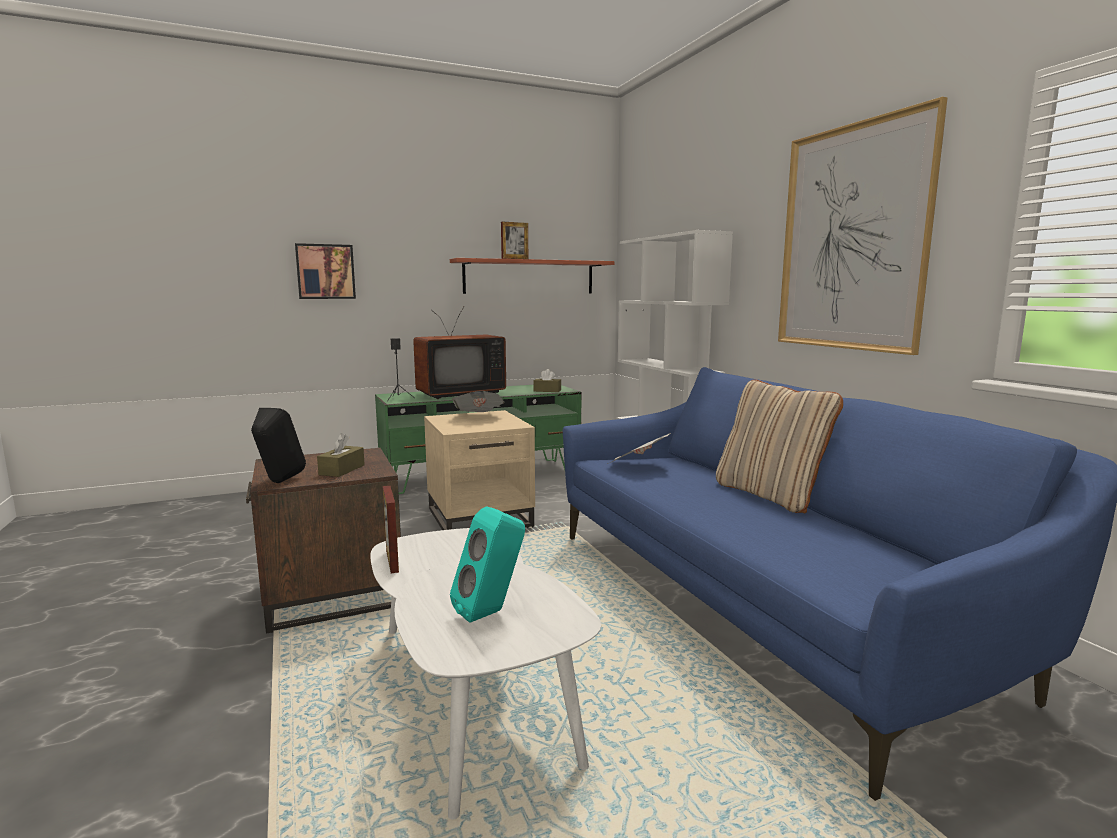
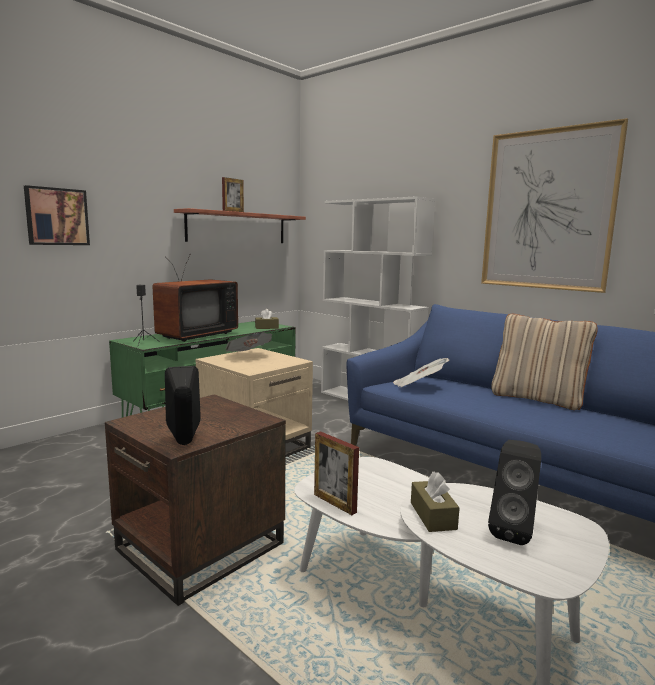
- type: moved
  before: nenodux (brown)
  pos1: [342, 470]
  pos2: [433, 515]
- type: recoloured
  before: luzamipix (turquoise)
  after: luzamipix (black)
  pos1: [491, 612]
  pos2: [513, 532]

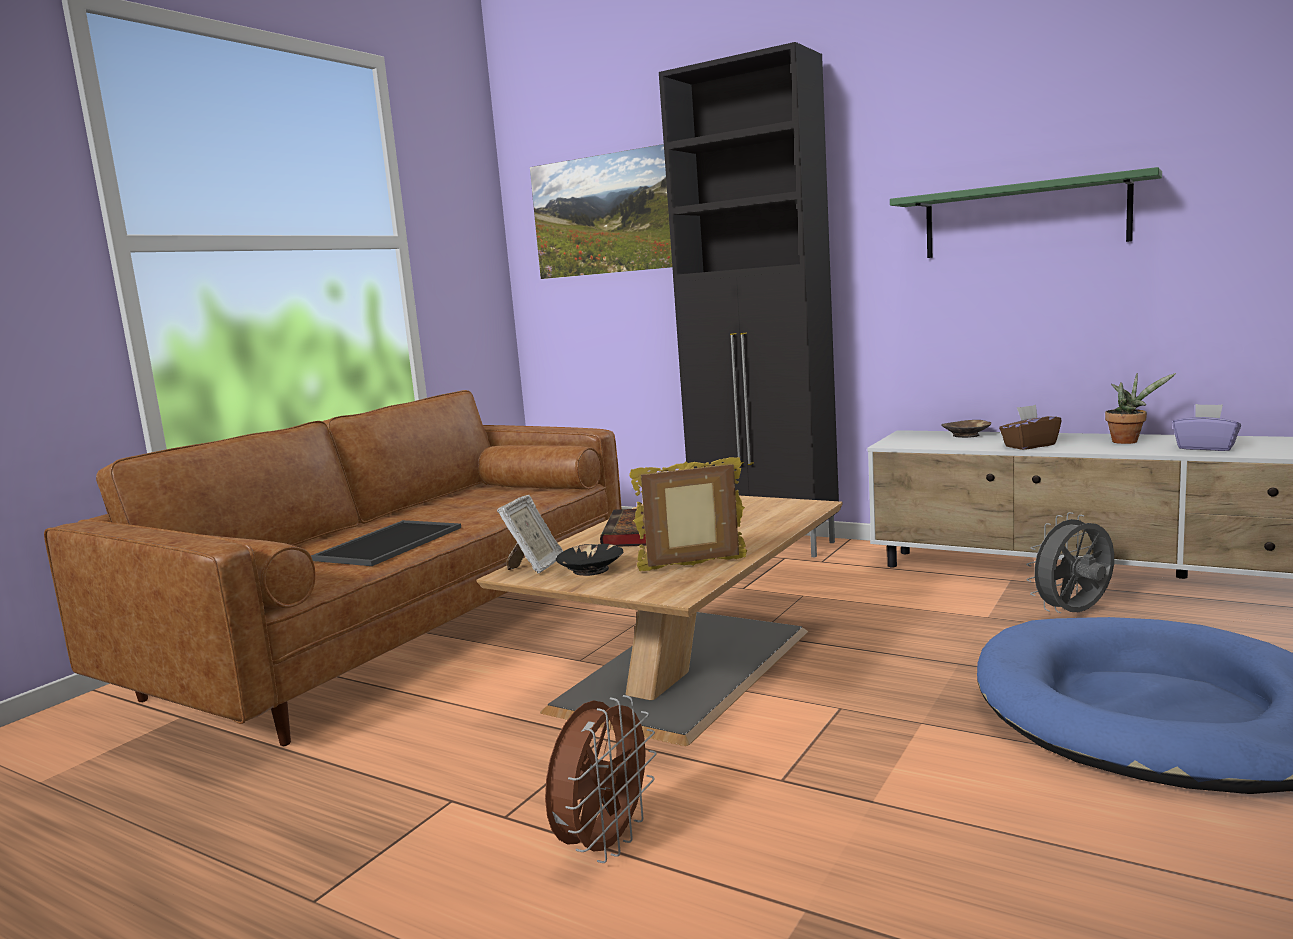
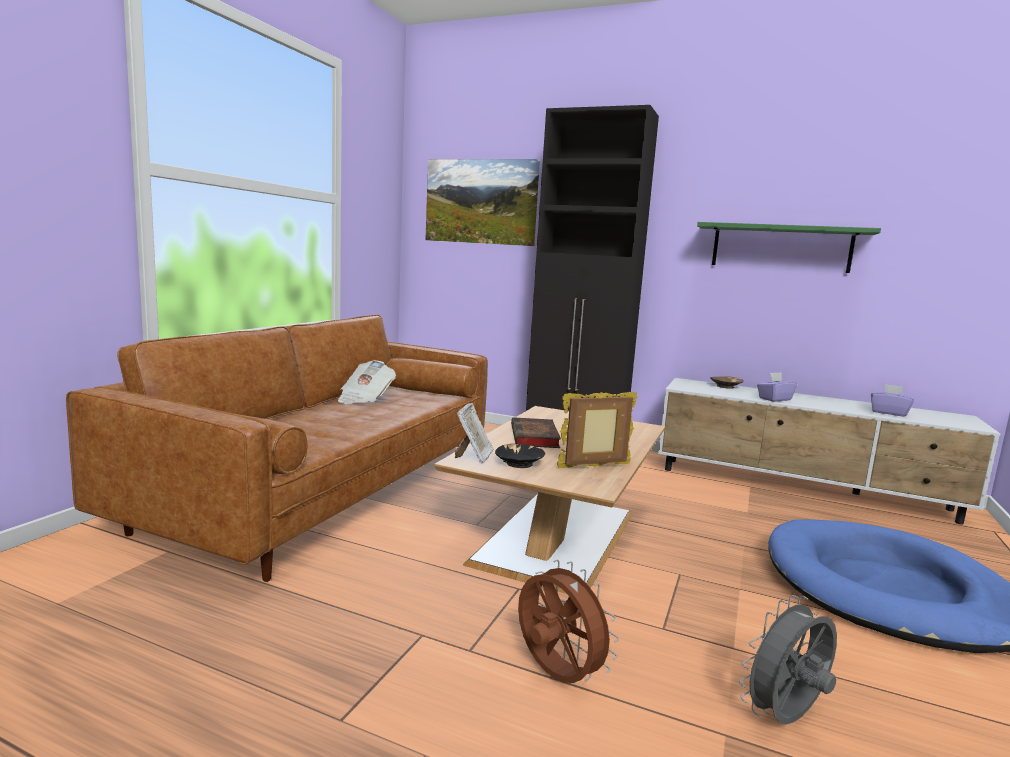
- type: removed
  before: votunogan
  pos1: [388, 543]
- type: turned
  before: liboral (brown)
  pos1: [604, 844]
  pos2: [556, 676]
  turn: -60
- type: recoloured
  before: nenodux (brown)
  after: nenodux (purple)
  pos1: [1029, 446]
  pos2: [774, 399]
- type: moved
  before: liboral (grey)
  pos1: [1074, 614]
  pos2: [785, 719]
- type: removed
  before: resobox
  pos1: [1128, 441]
- type: added
  after: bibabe
  pos2: [363, 398]

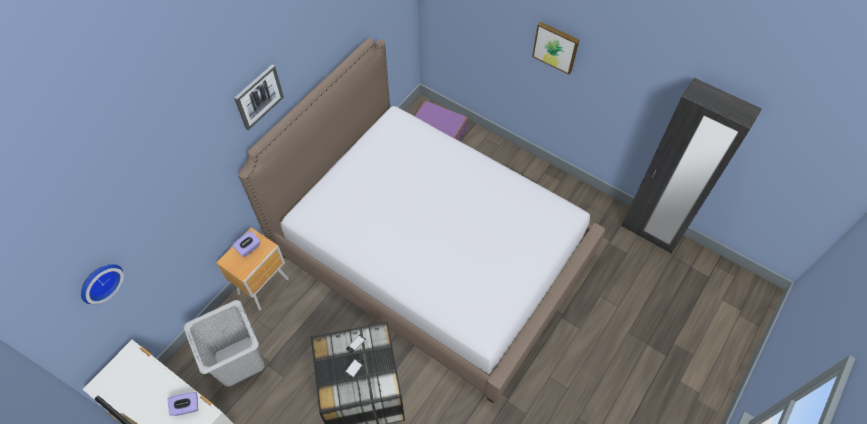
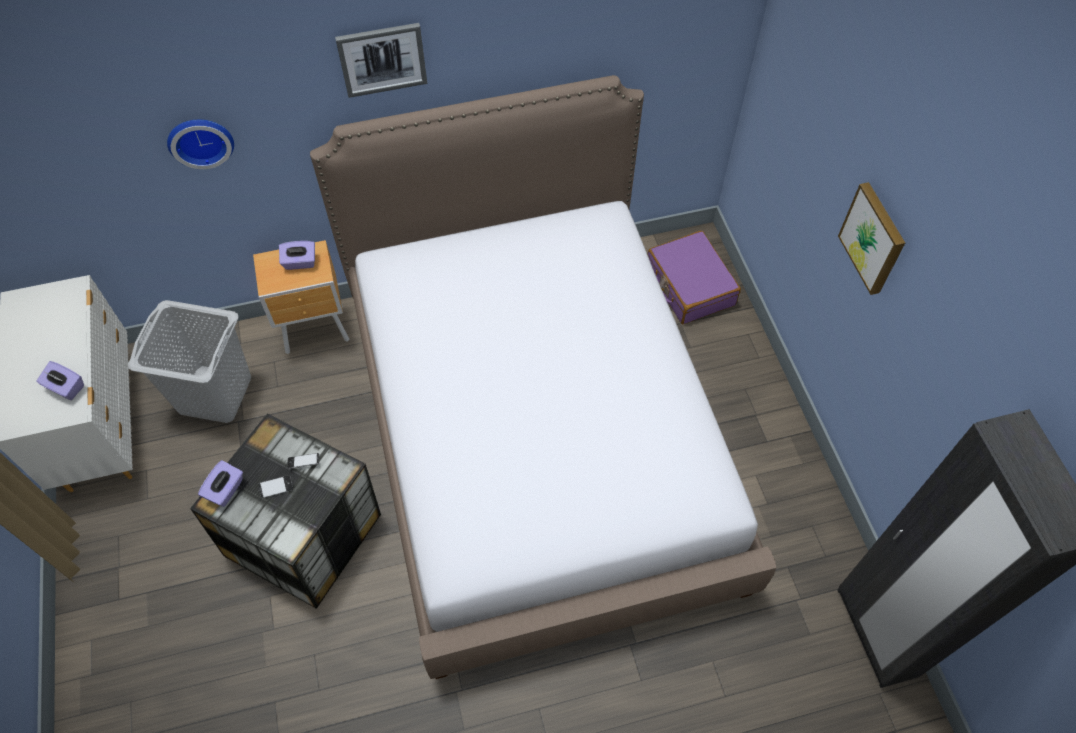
- type: moved
  before: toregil
  pos1: [99, 281]
  pos2: [200, 140]
- type: added
  after: nenodux (purple)
  pos2: [226, 490]

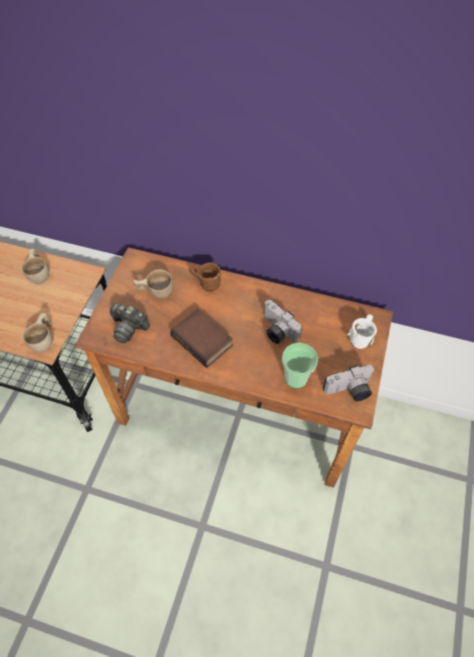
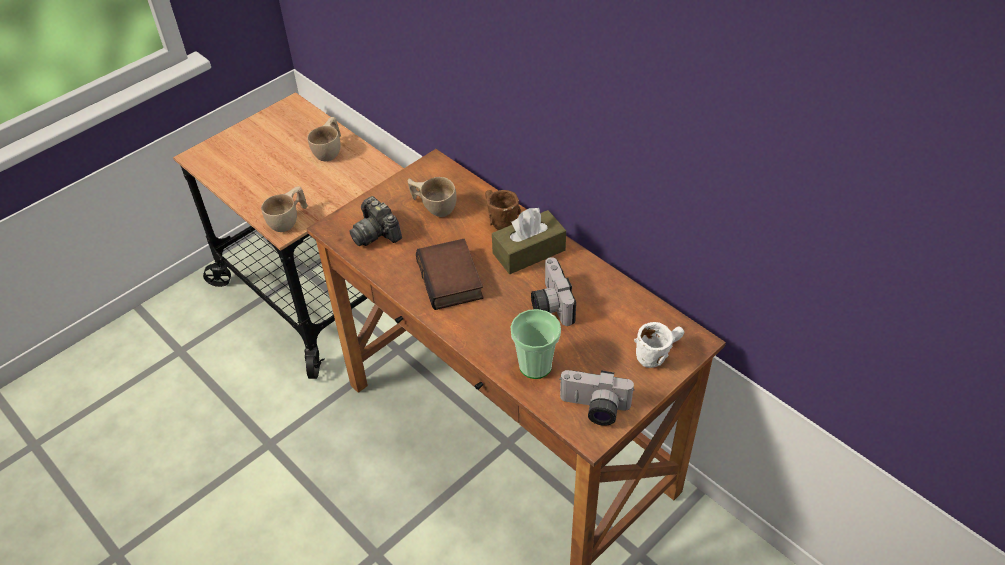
- type: added
  after: nenodux (brown)
  pos2: [529, 252]

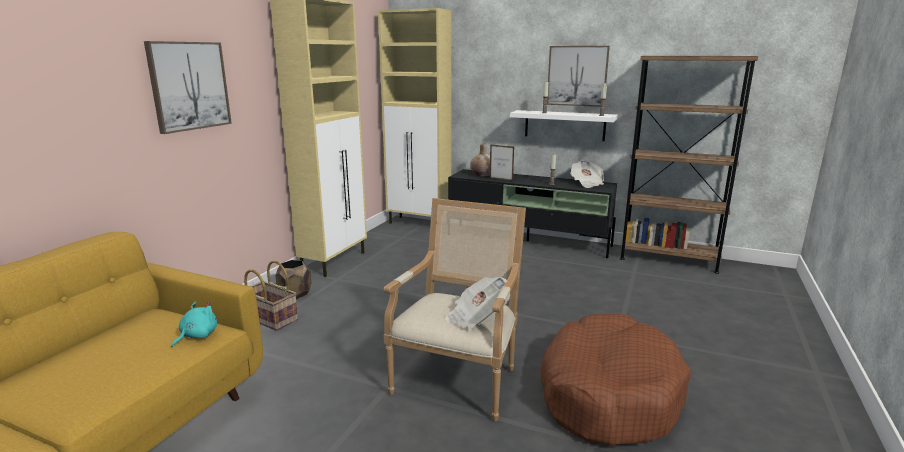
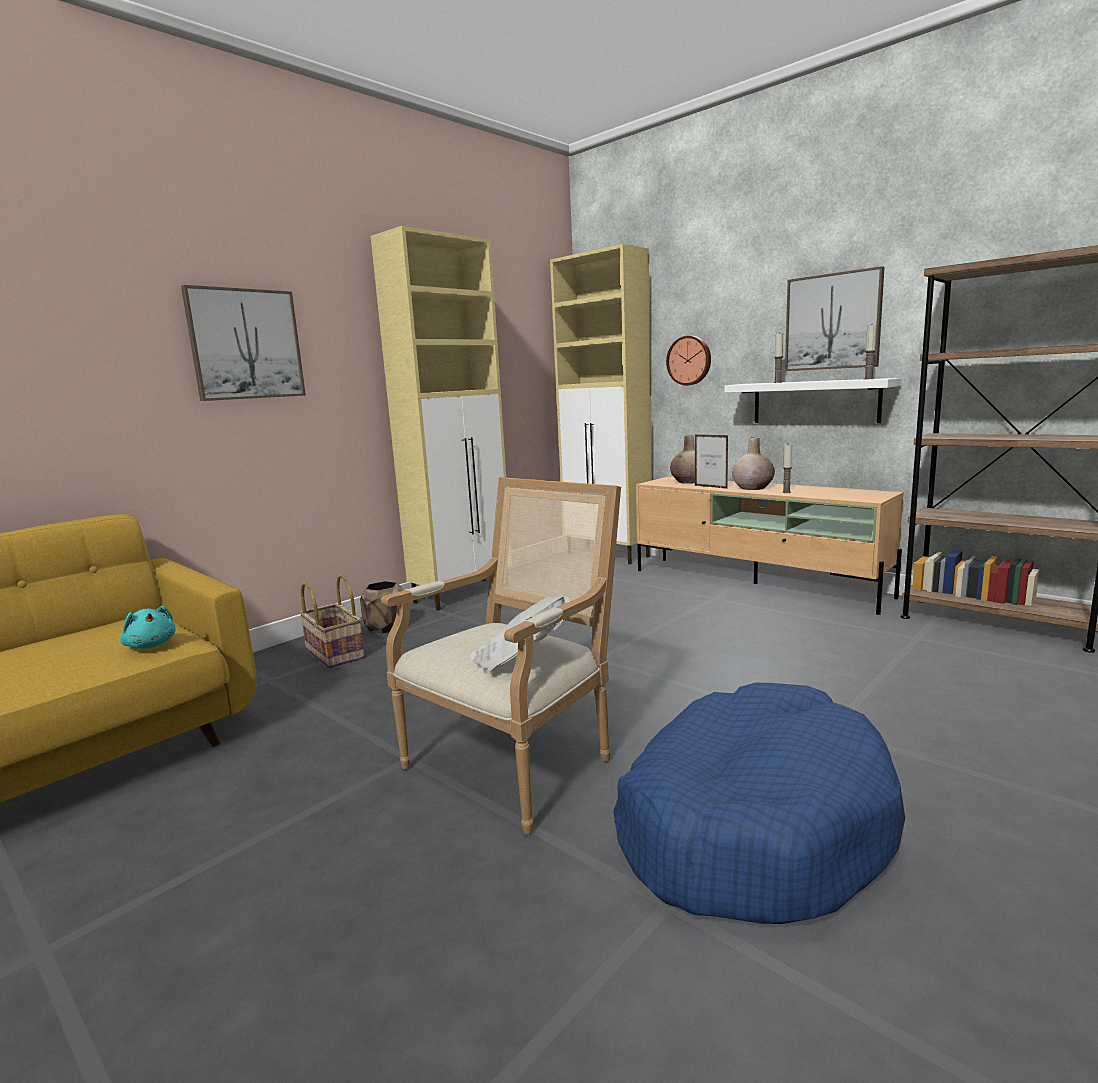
- type: turned
  before: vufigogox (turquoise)
  pos1: [197, 336]
  pos2: [151, 645]
  turn: 90
- type: recoloured
  before: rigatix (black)
  after: rigatix (beige)
  pos1: [528, 241]
  pos2: [756, 583]
- type: recoloured
  before: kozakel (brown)
  after: kozakel (blue)
  pos1: [608, 393]
  pos2: [752, 824]
- type: removed
  before: bibabe
  pos1: [586, 183]
- type: added
  after: toregil
  pos2: [689, 360]
- type: added
  after: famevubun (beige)
  pos2: [752, 488]

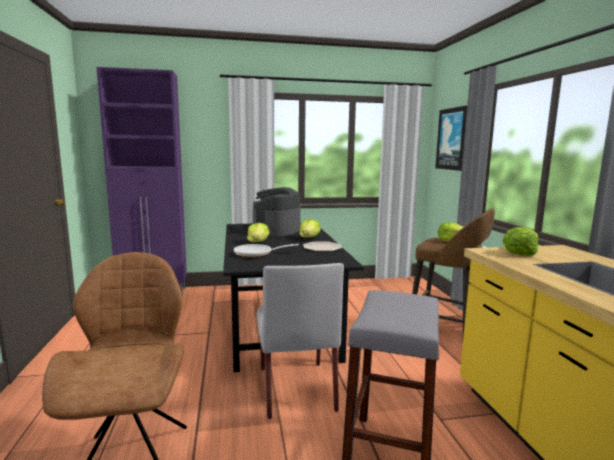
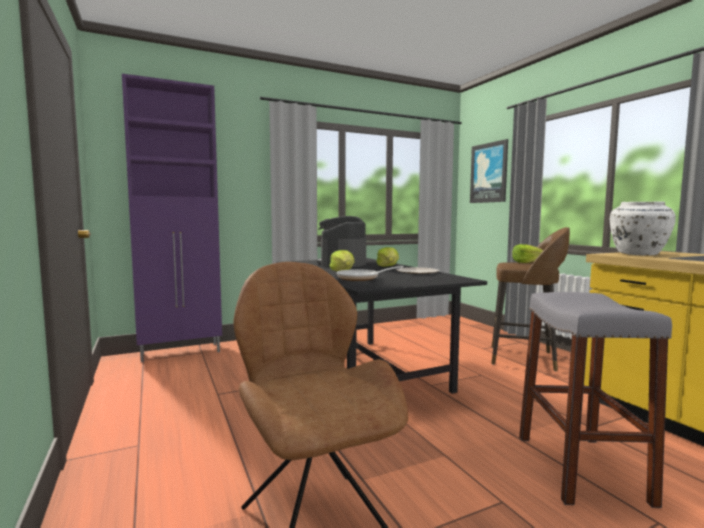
- type: removed
  before: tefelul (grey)
  pos1: [296, 387]
- type: replaced
  before: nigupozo
  after: famevubun (white)
  pos1: [520, 253]
  pos2: [638, 254]

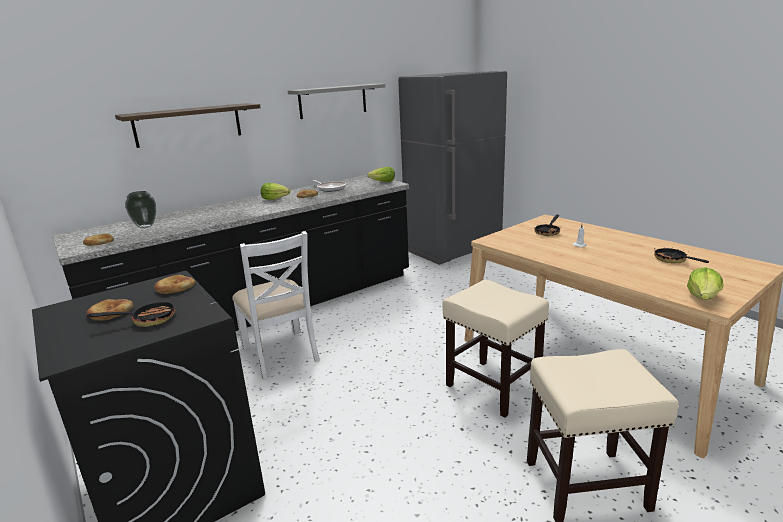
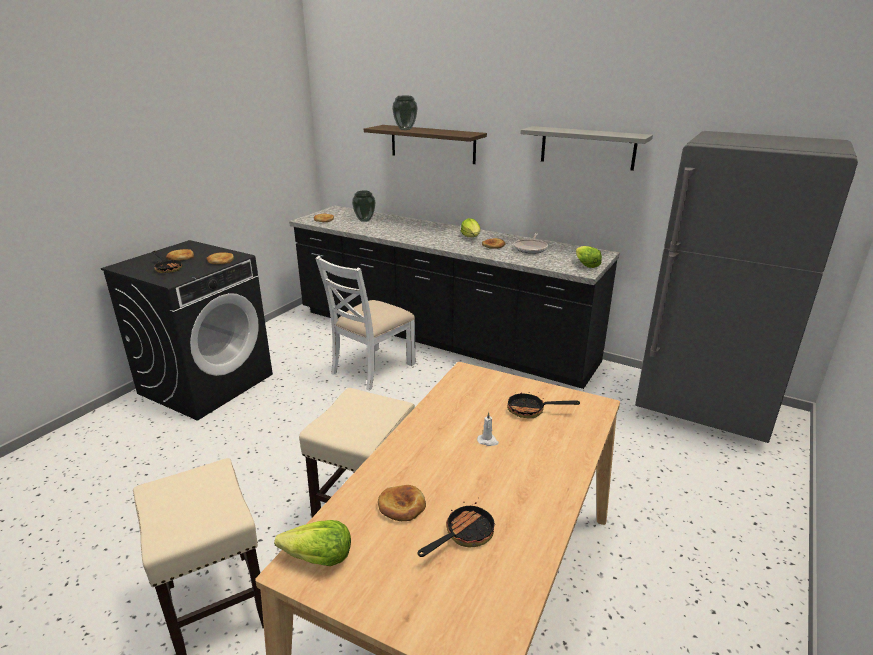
- type: added
  after: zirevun
  pos2: [402, 506]
- type: added
  after: famevubun
  pos2: [405, 129]

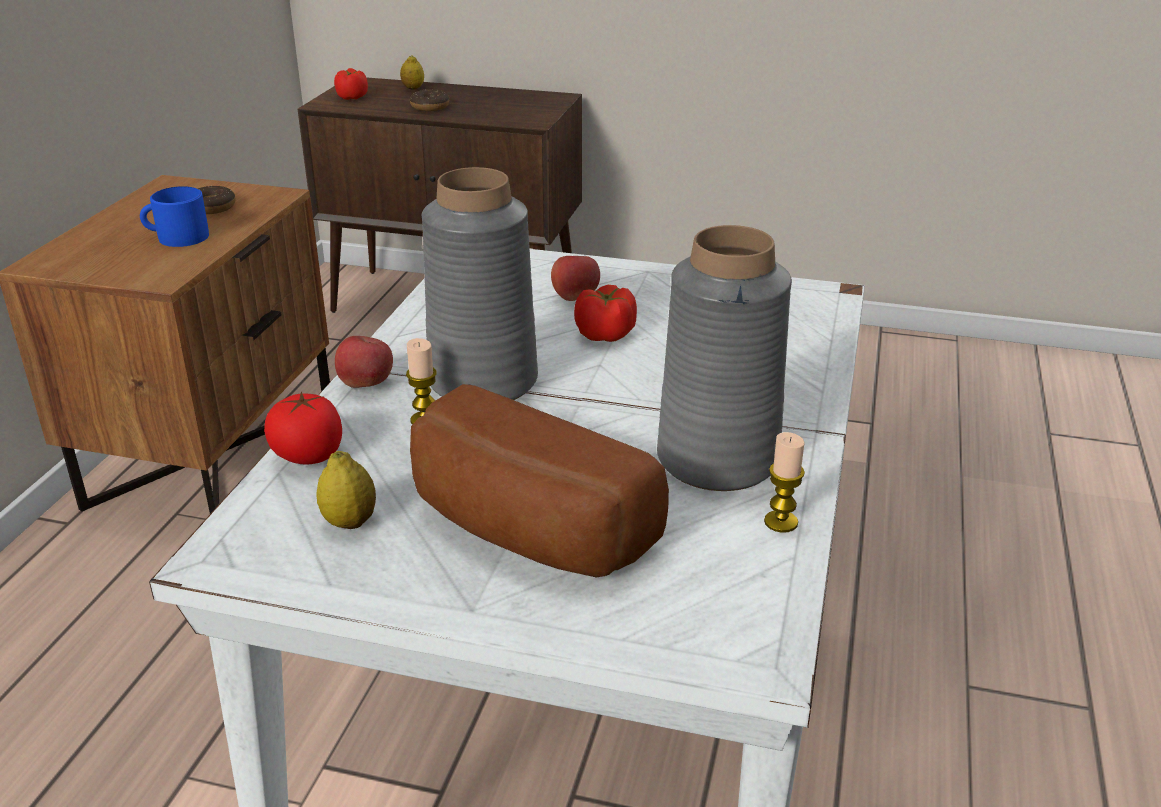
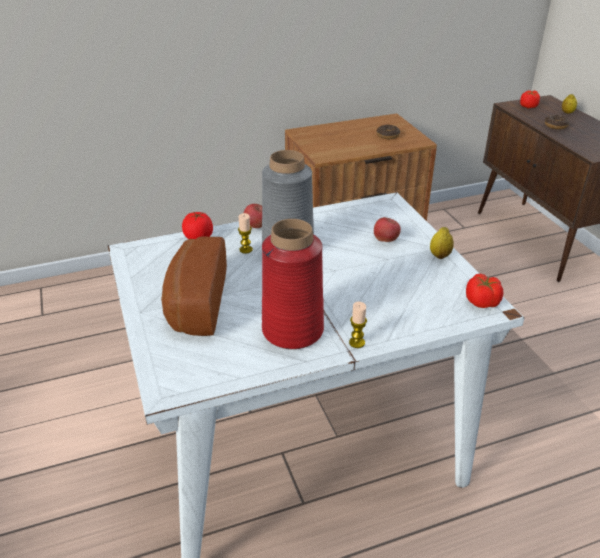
- type: removed
  before: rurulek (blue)
  pos1: [177, 237]
- type: moved
  before: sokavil
  pos1: [349, 522]
  pos2: [440, 256]
- type: moved
  before: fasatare
  pos1: [606, 335]
  pos2: [482, 302]
- type: recoloured
  before: famevubun (grey)
  after: famevubun (red)
  pos1: [718, 458]
  pos2: [293, 330]
- type: moved
  before: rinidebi
  pos1: [781, 522]
  pos2: [357, 342]

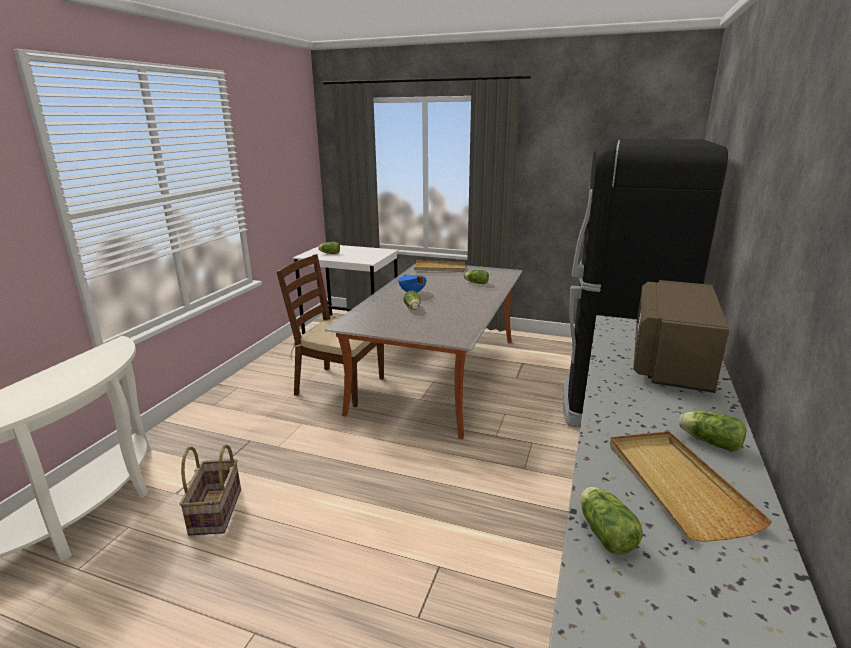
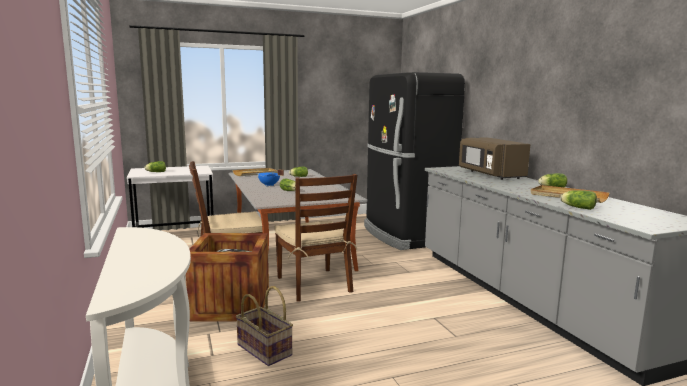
- type: added
  after: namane
  pos2: [231, 305]
- type: added
  after: tefelul (brown)
  pos2: [314, 284]

